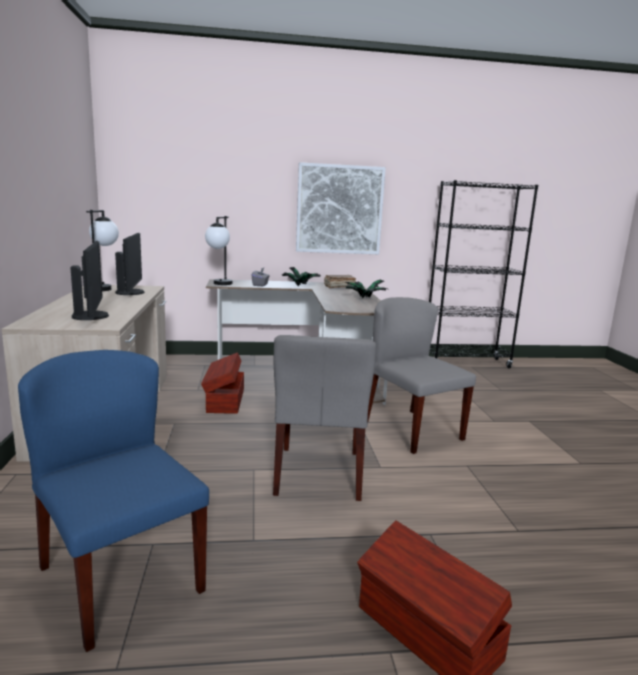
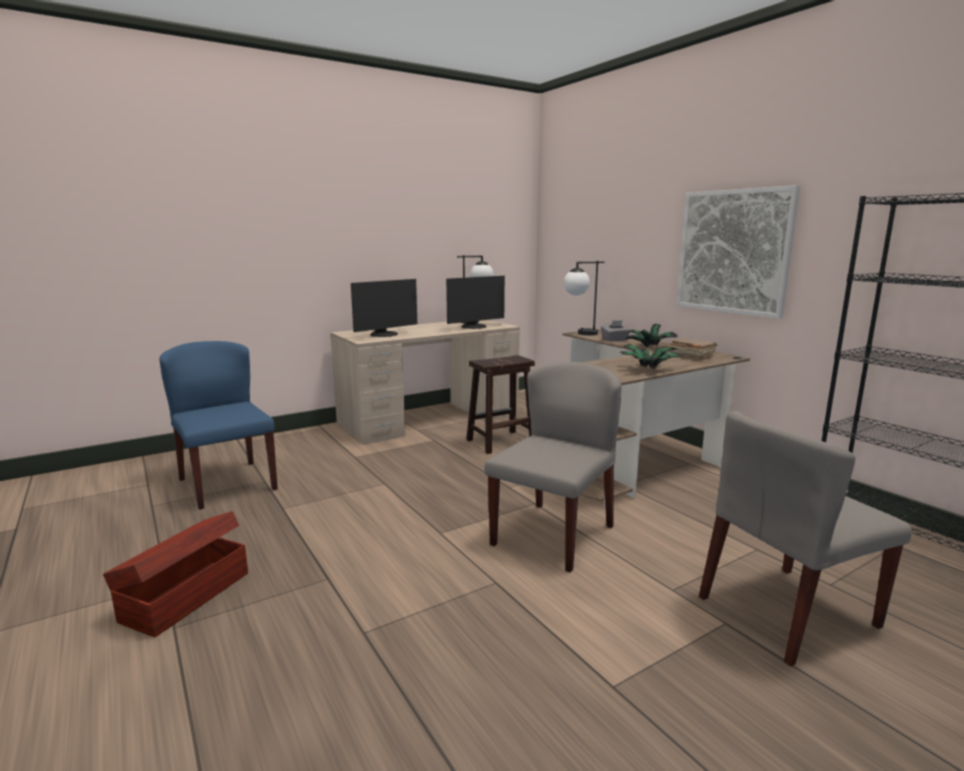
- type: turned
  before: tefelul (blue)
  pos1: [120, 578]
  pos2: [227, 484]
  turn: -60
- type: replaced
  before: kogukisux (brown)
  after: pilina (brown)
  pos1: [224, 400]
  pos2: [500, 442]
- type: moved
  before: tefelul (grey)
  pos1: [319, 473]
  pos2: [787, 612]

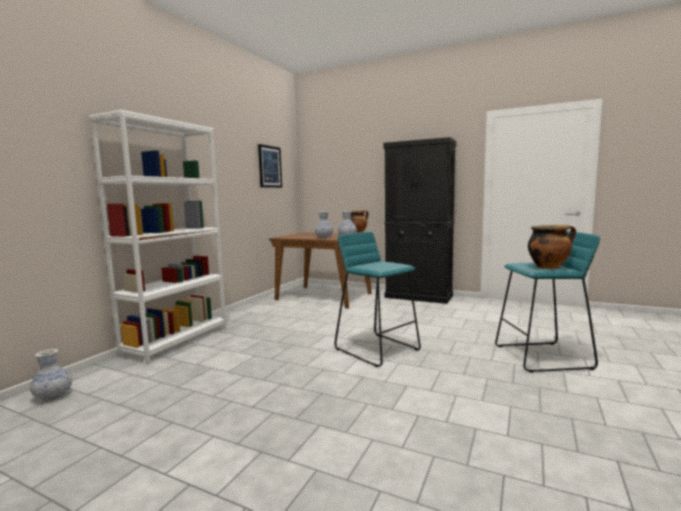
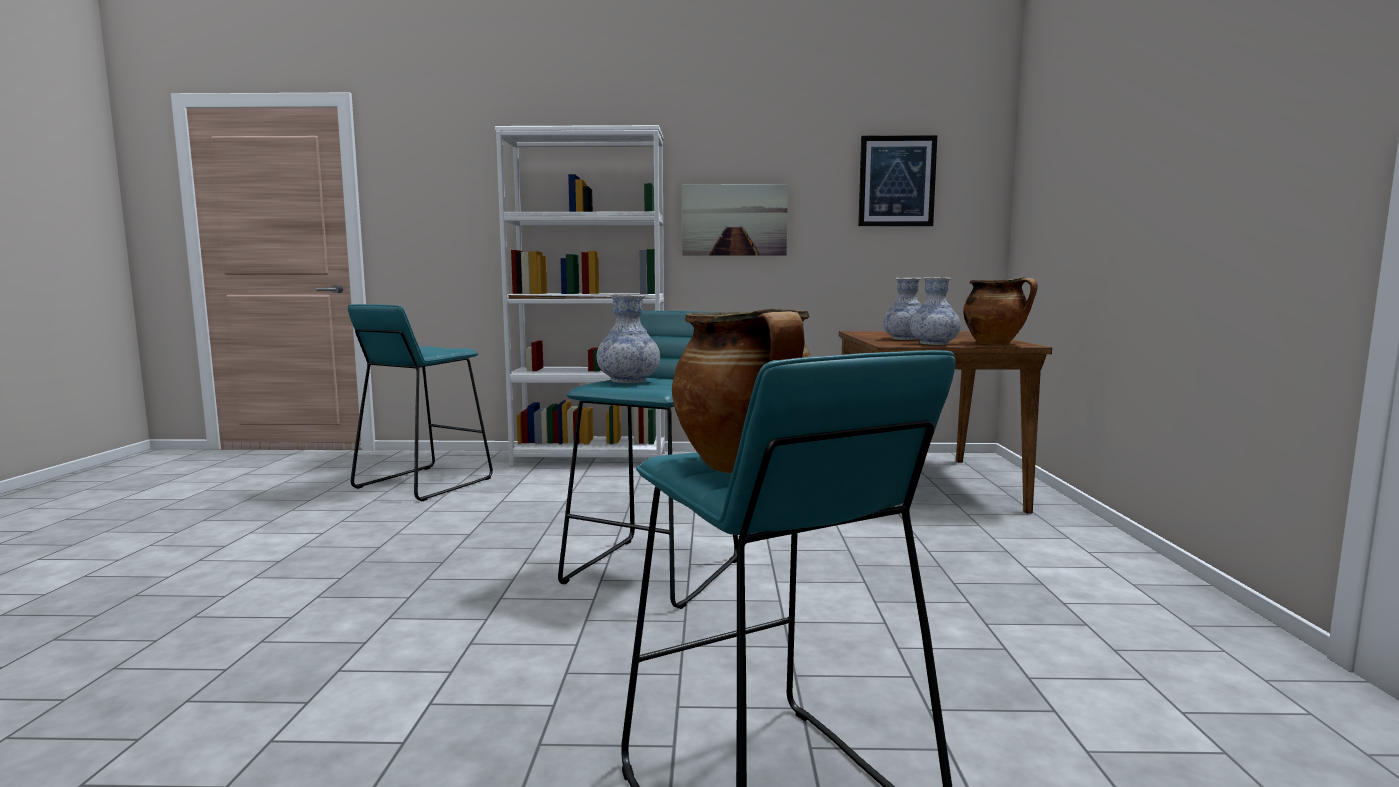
- type: moved
  before: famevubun
  pos1: [53, 396]
  pos2: [628, 381]
- type: removed
  before: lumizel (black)
  pos1: [419, 296]
- type: added
  after: pilina (turquoise)
  pos2: [423, 483]
- type: added
  after: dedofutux
  pos2: [734, 220]

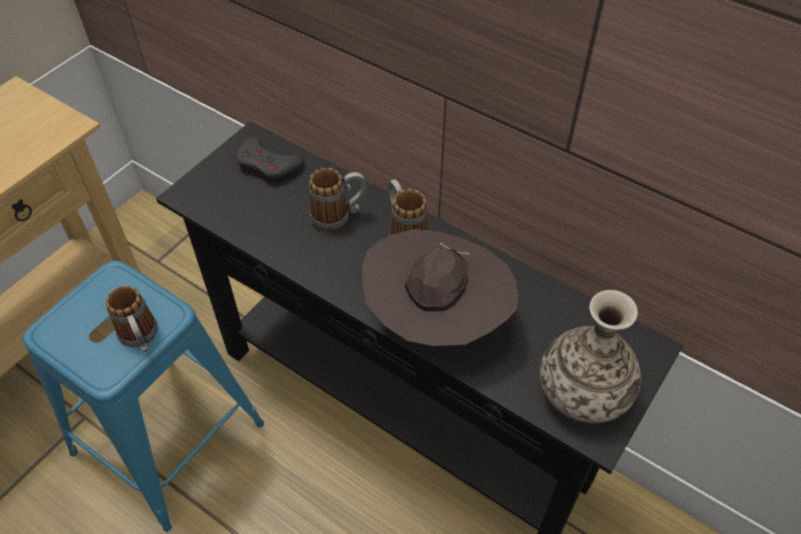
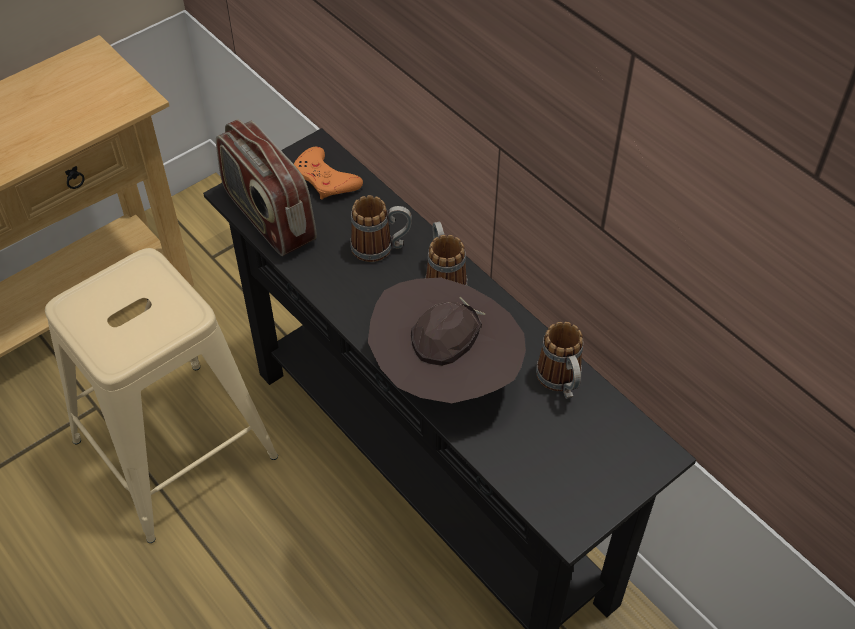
- type: recoloured
  before: pilina (blue)
  after: pilina (beige)
  pos1: [168, 439]
  pos2: [174, 450]
- type: moved
  before: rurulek
  pos1: [141, 338]
  pos2: [561, 383]
- type: recoloured
  before: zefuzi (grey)
  after: zefuzi (orange)
  pos1: [268, 165]
  pos2: [325, 179]
- type: removed
  before: famevubun
  pos1: [583, 392]
- type: added
  after: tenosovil
  pos2: [268, 217]

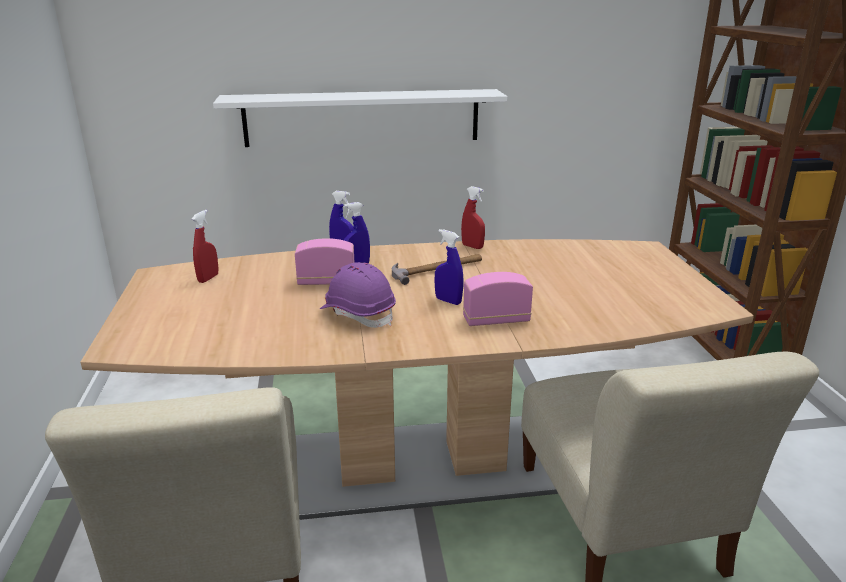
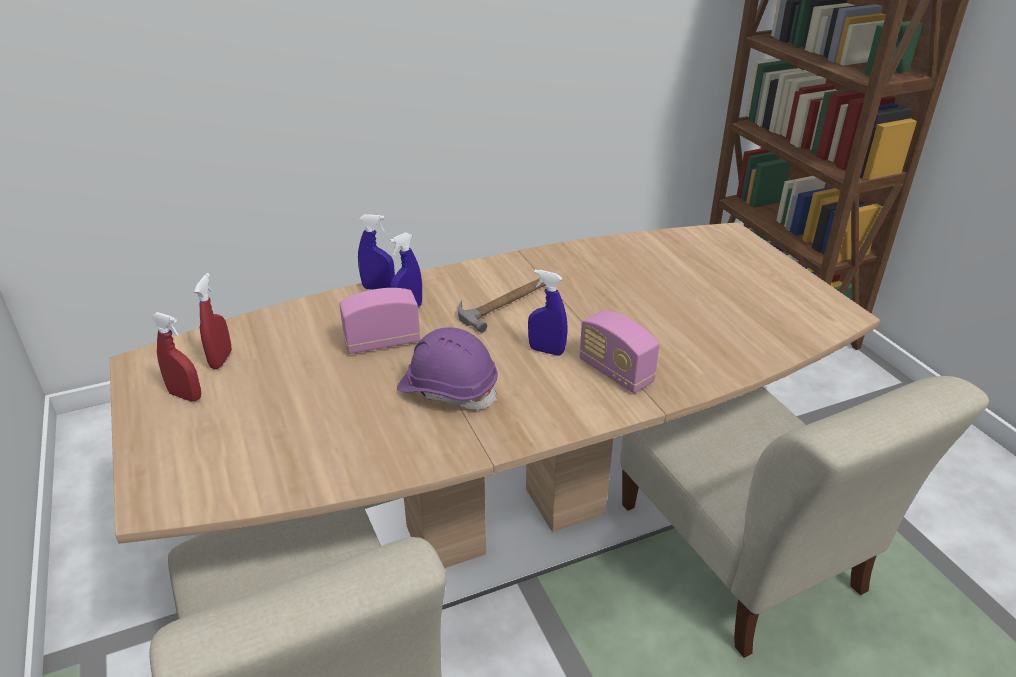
- type: removed
  before: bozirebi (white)
  pos1: [362, 117]
- type: moved
  before: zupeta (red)
  pos1: [472, 246]
  pos2: [185, 396]
- type: turned
  before: tenosovil
  pos1: [496, 320]
  pos2: [615, 372]
  turn: -105

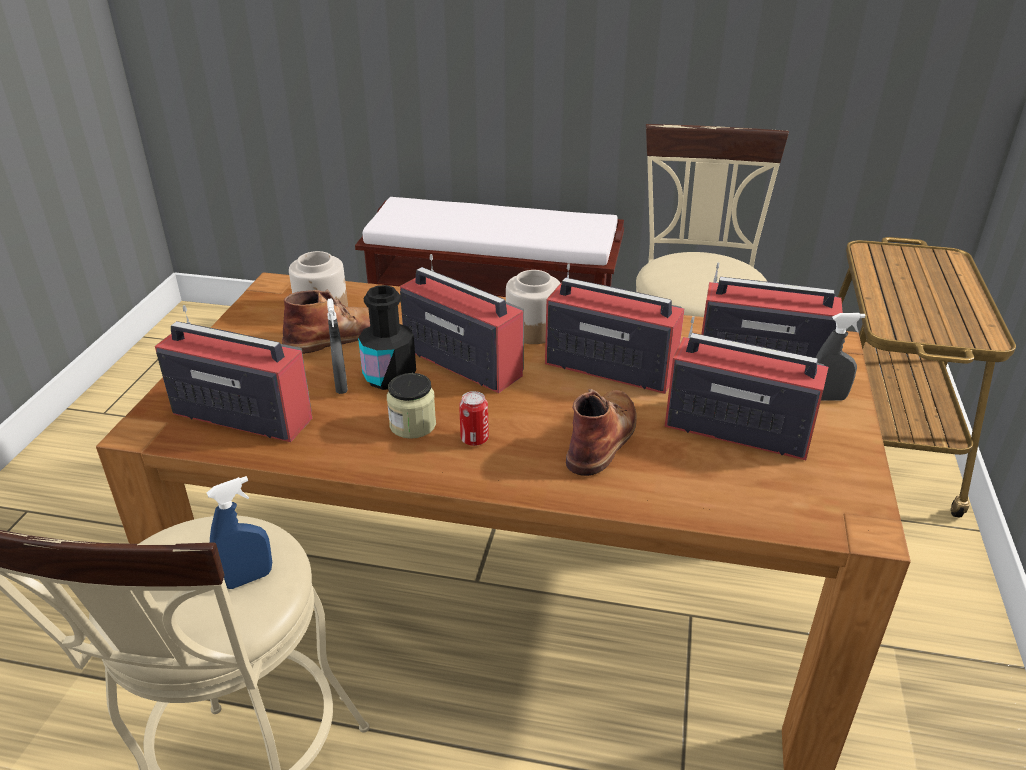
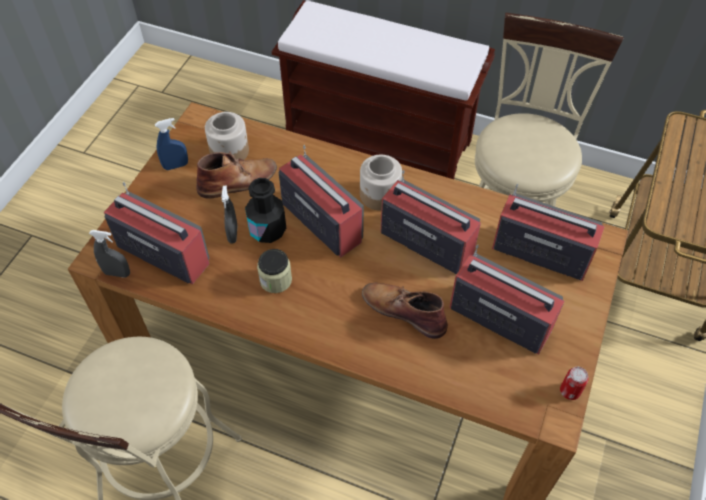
- type: moved
  before: zupeta (blue)
  pos1: [248, 578]
  pos2: [176, 166]
- type: moved
  before: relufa
  pos1: [474, 439]
  pos2: [570, 391]
- type: turned
  before: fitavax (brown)
  pos1: [603, 436]
  pos2: [403, 310]
  turn: -90
- type: moved
  before: zupeta (grey)
  pos1: [827, 398]
  pos2: [117, 273]

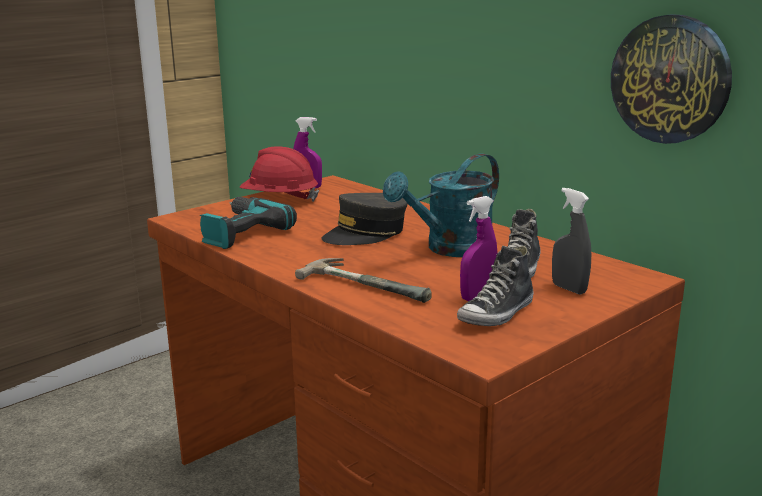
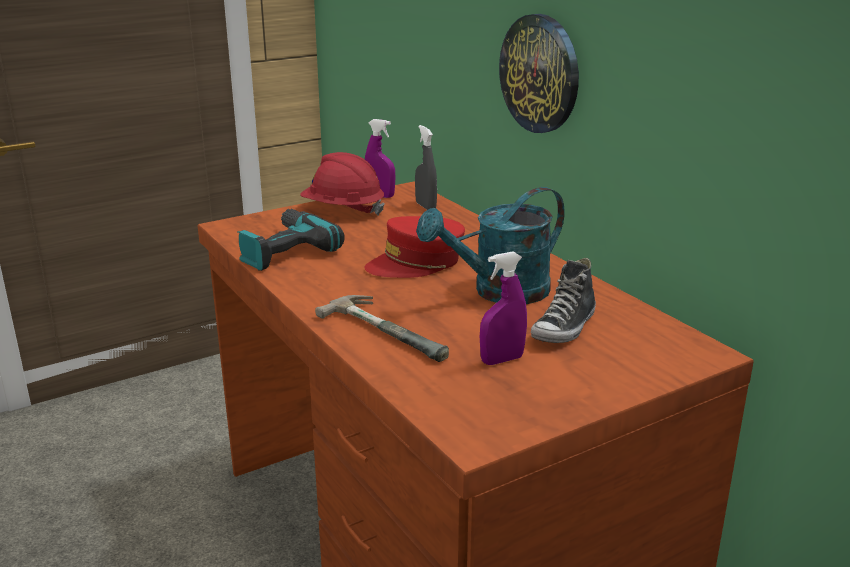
- type: recoloured
  before: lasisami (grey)
  after: lasisami (red)
  pos1: [366, 233]
  pos2: [416, 263]
- type: removed
  before: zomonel
  pos1: [497, 314]
- type: moved
  before: zupeta (grey)
  pos1: [569, 289]
  pos2: [425, 206]
- type: moved
  before: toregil
  pos1: [670, 79]
  pos2: [540, 73]

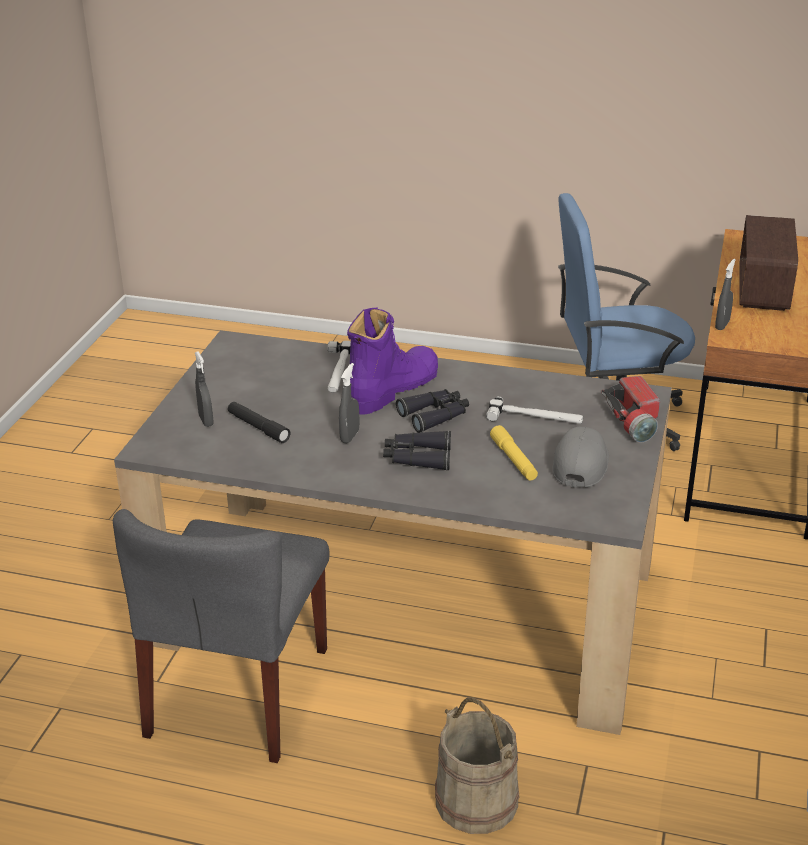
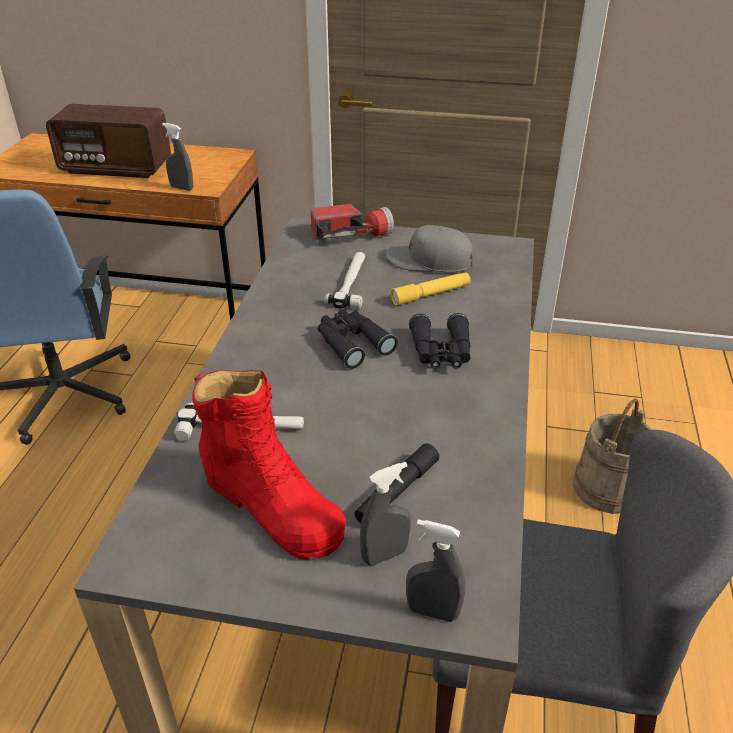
- type: moved
  before: zupeta (grey)
  pos1: [349, 436]
  pos2: [433, 612]
- type: removed
  before: fitavax (purple)
  pos1: [392, 388]
- type: added
  after: fitavax (red)
  pos2: [272, 505]

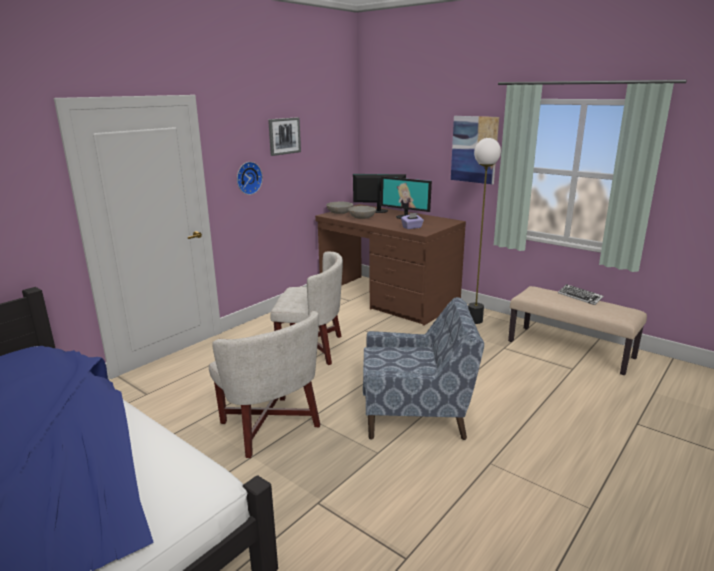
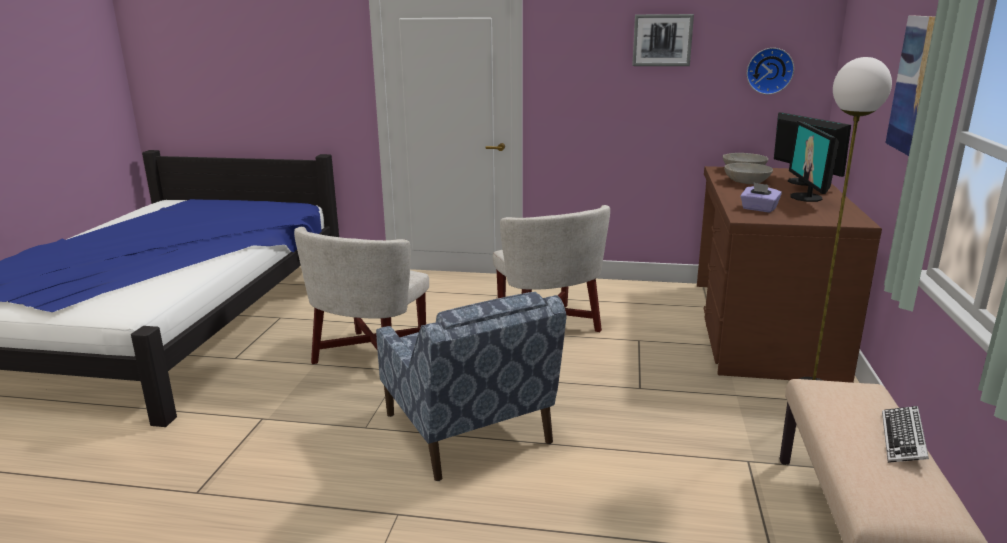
- type: moved
  before: toregil
  pos1: [248, 178]
  pos2: [769, 71]

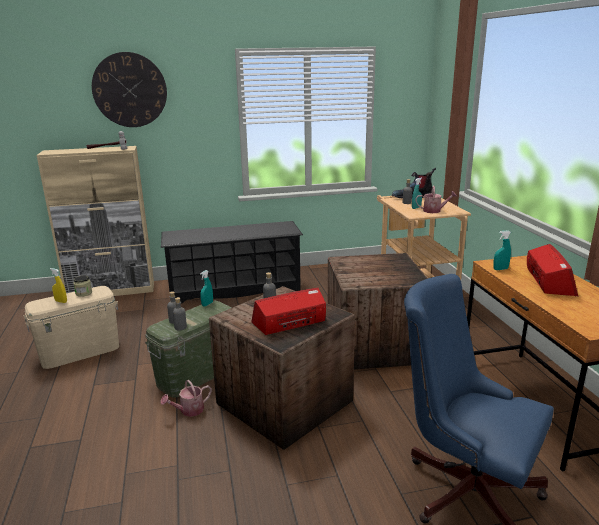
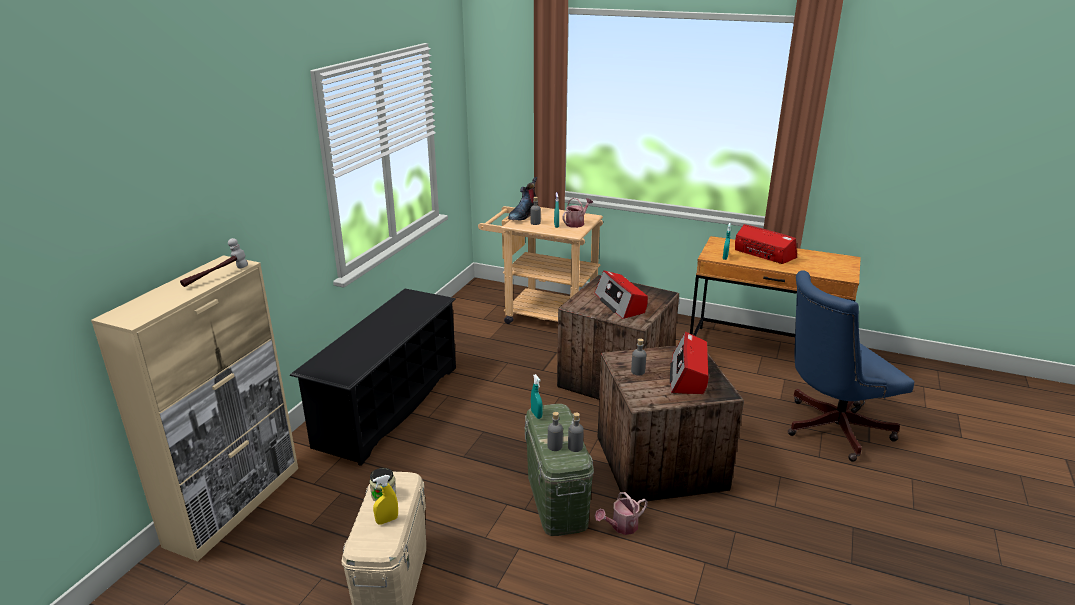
- type: removed
  before: toregil
  pos1: [130, 90]
- type: turned
  before: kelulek
  pos1: [189, 411]
  pos2: [621, 526]
  turn: 60
- type: added
  after: tenosovil
  pos2: [620, 303]

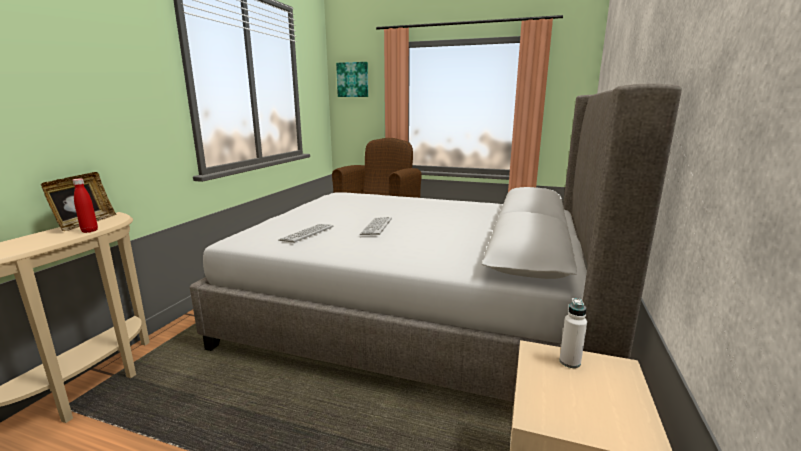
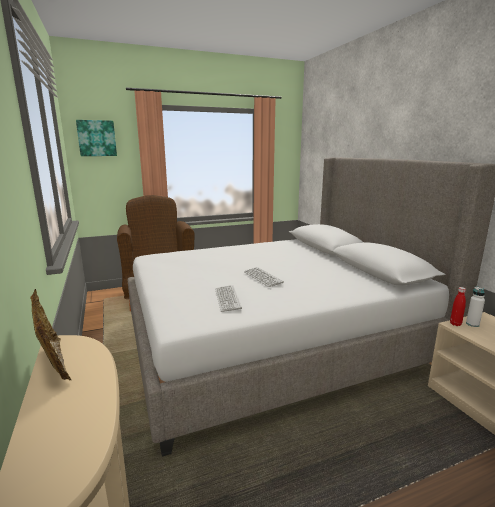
- type: moved
  before: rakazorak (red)
  pos1: [89, 231]
  pos2: [455, 324]

